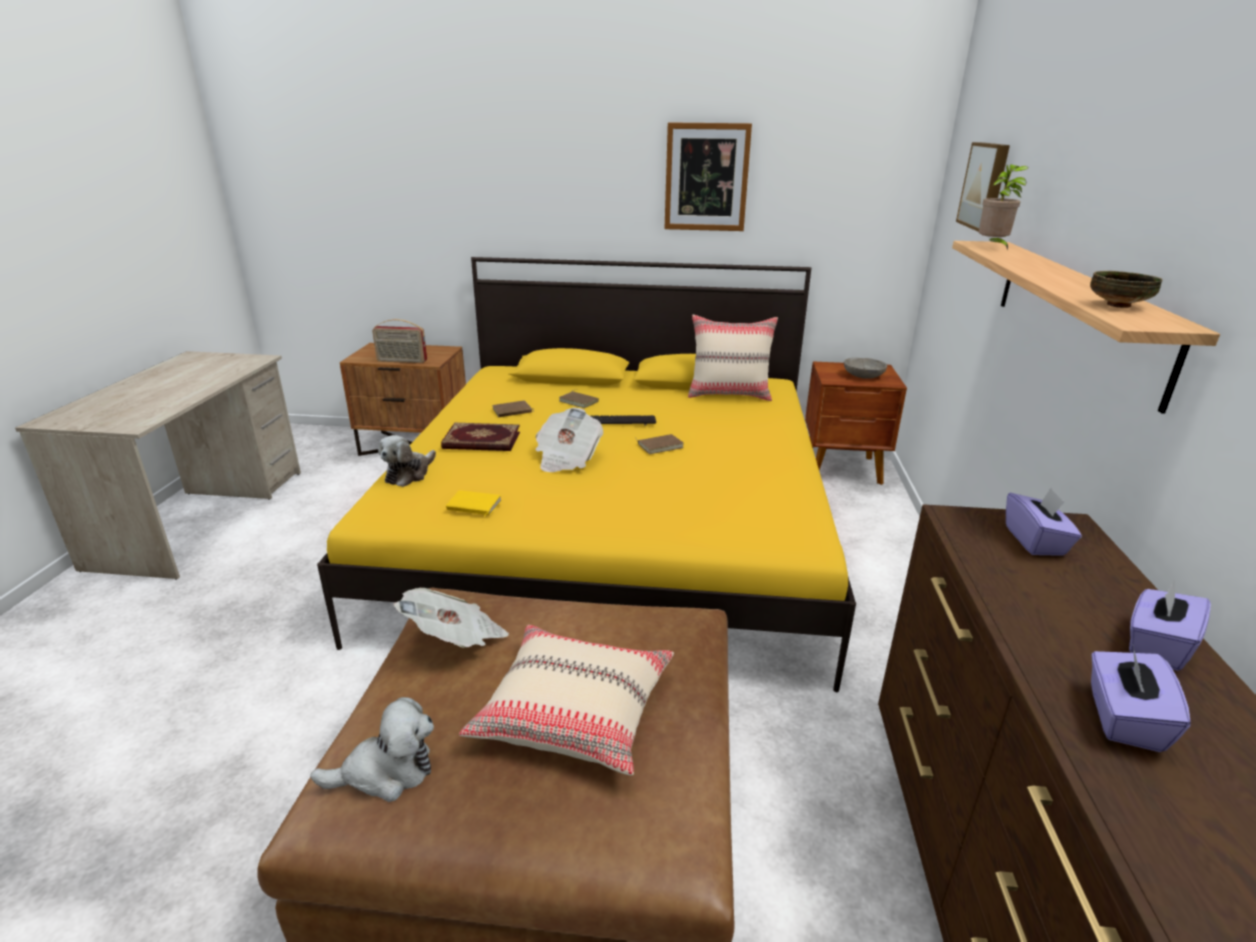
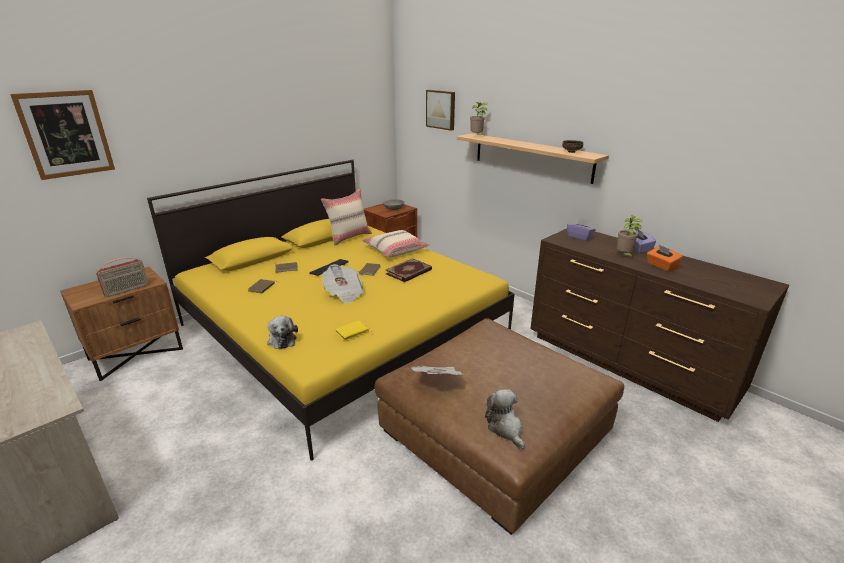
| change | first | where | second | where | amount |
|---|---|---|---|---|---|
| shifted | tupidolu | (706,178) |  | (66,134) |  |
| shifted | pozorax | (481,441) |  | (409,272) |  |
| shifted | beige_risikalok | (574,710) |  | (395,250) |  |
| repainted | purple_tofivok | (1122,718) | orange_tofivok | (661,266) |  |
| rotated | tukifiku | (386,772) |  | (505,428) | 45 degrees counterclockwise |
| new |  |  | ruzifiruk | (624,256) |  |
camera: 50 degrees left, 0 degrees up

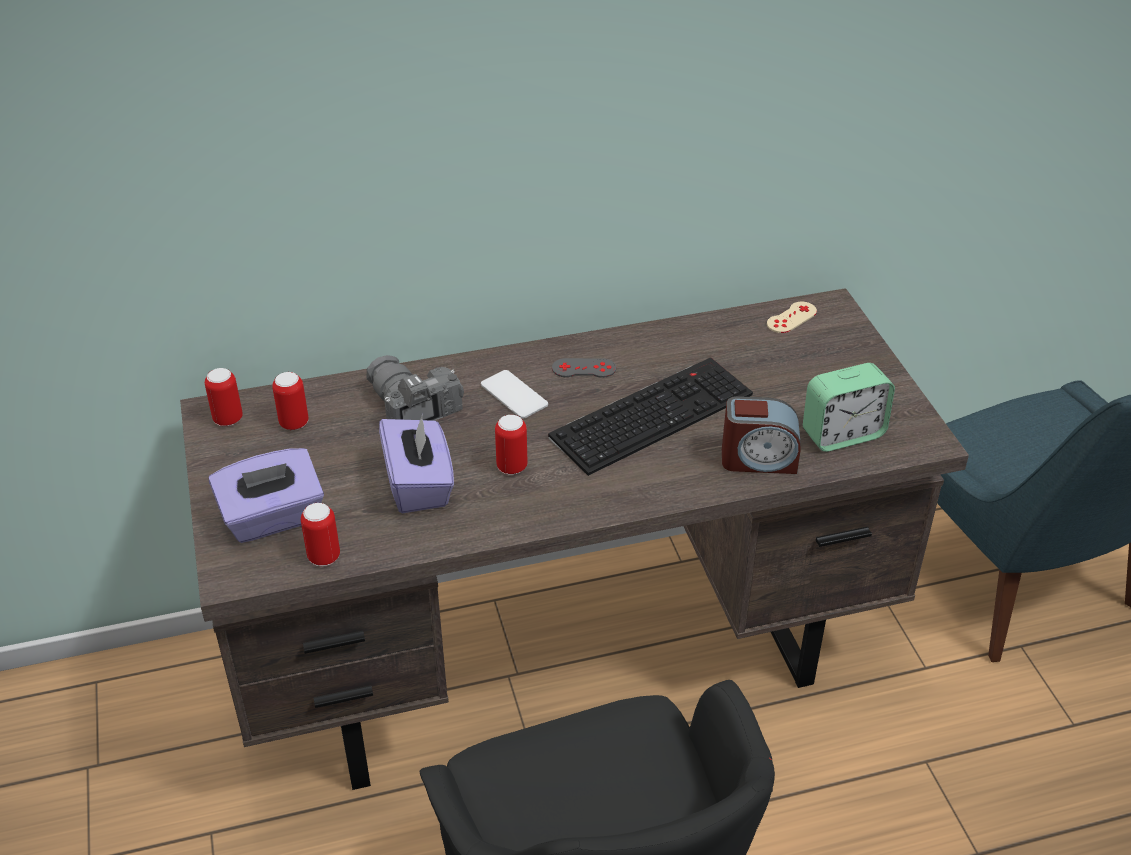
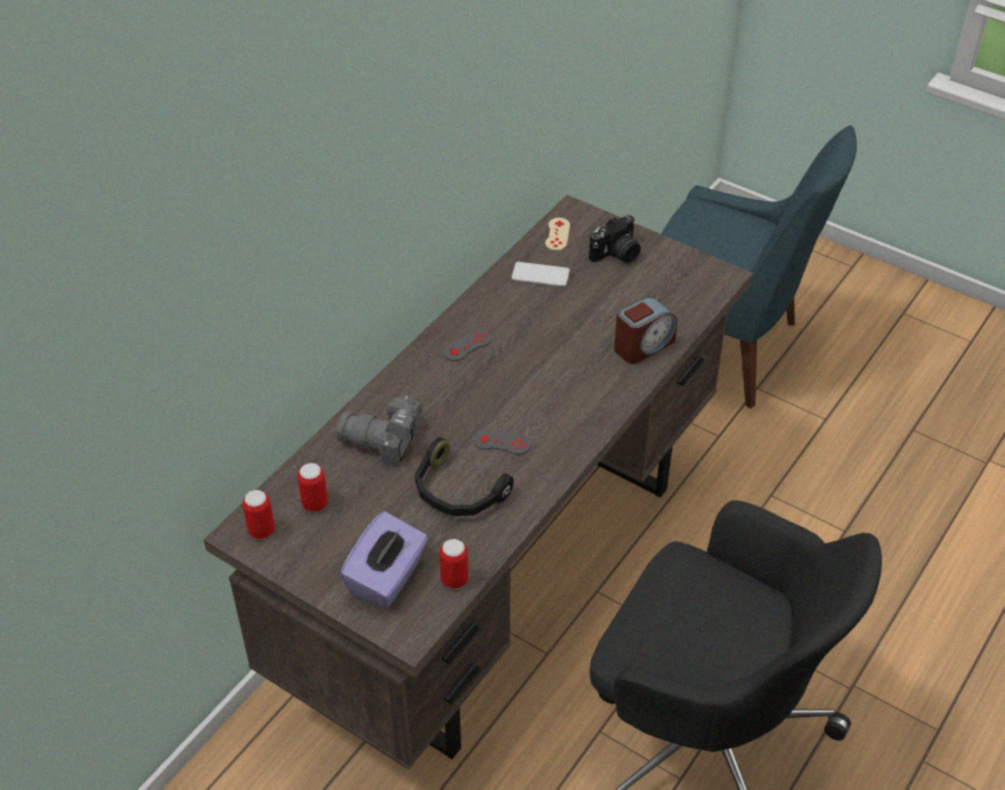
| change | first | where | second | where | amount |
|---|---|---|---|---|---|
| gone | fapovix | (652,413) |  |  |  |
| gone | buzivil | (842,434) |  |  |  |
| shifted | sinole | (514,395) |  | (540,275) |  |
| swapped | purple_tofivok | (419,485) | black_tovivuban | (456,492) |  |
| swapped | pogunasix | (512,467) | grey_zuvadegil | (501,442) |  |
| new |  |  | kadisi | (617,254) |  |
camera: 40 degrees left, 5 degrees up

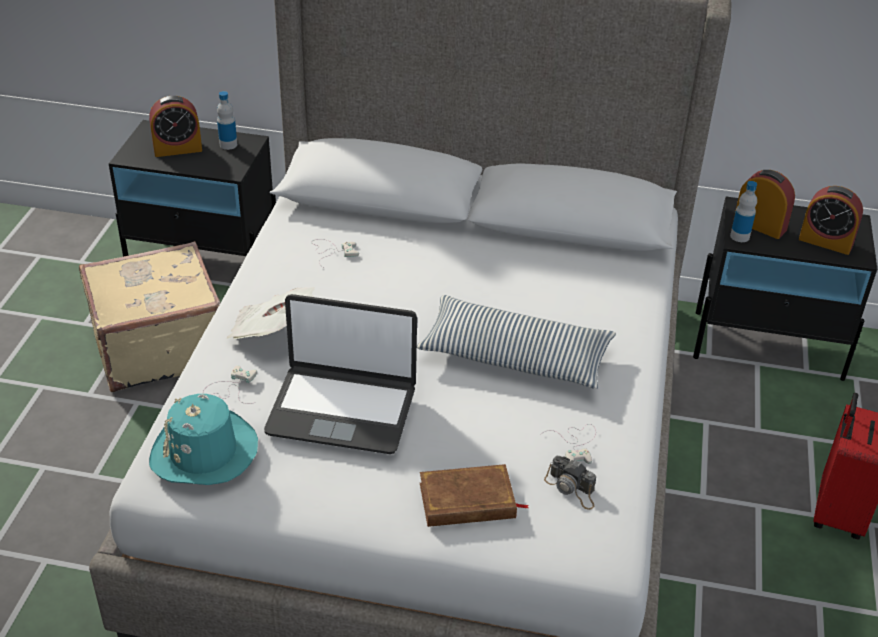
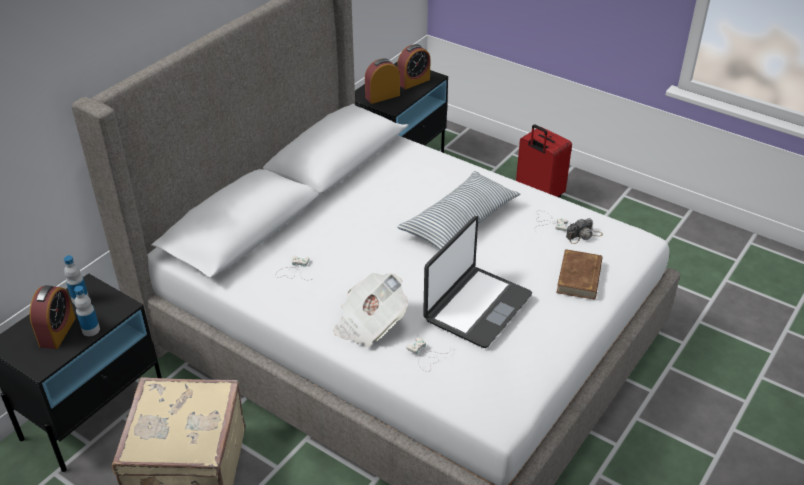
| change | first | where | second | where | amount |
|---|---|---|---|---|---|
| shifted | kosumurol | (739,236) |  | (91,330) |  |
| gone | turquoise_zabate | (204,452) |  |  |  |
camera: 65 degrees left, 0 degrees up

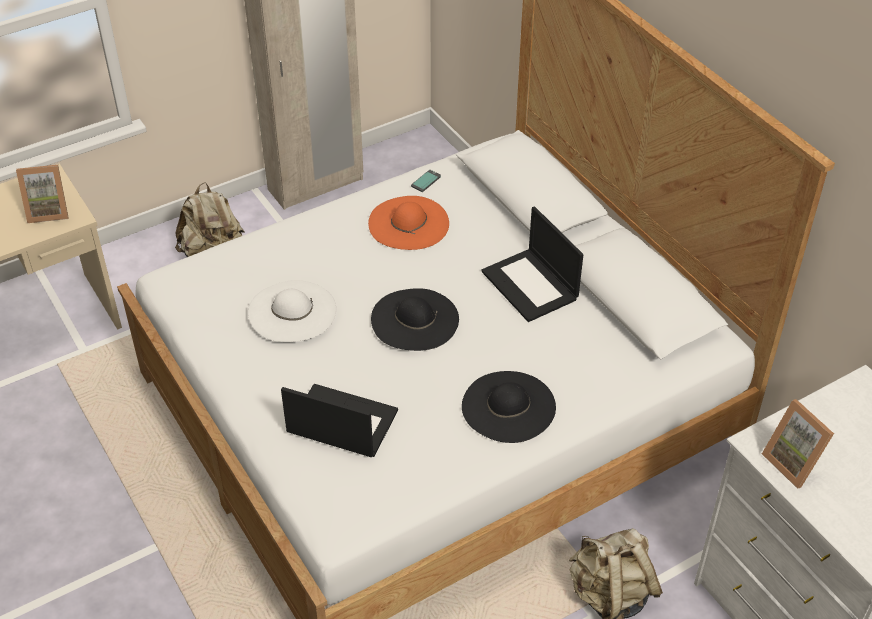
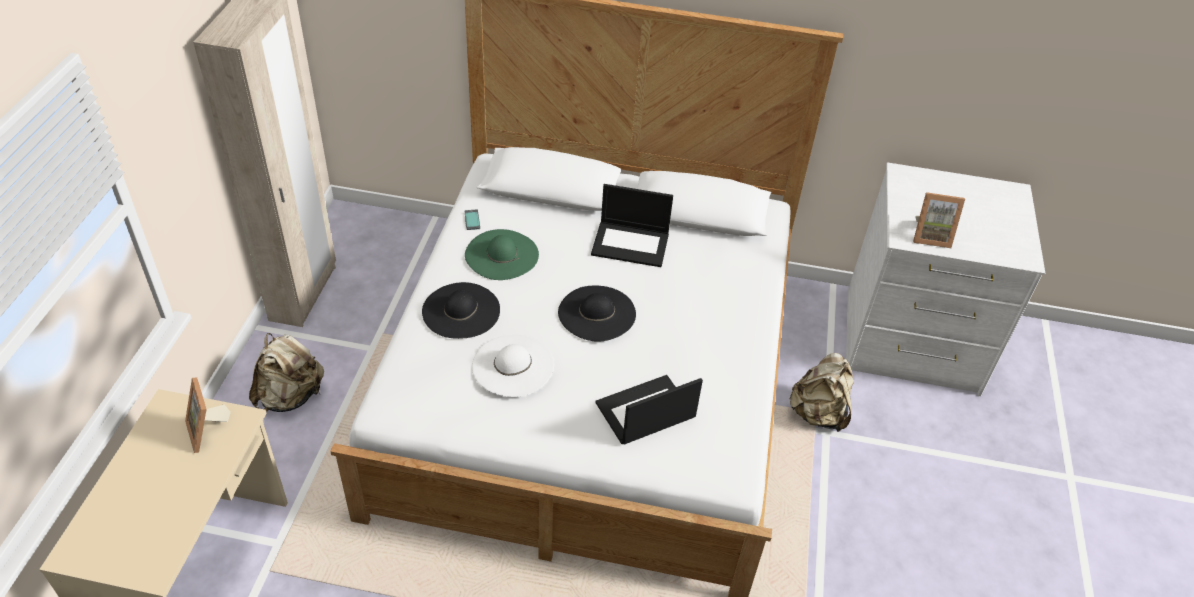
| change | first | where | second | where | amount |
|---|---|---|---|---|---|
| rotated | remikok | (48,211) |  | (208,431) | 120 degrees clockwise |
| repainted | orange_zabate | (408,223) | green_zabate | (501,254) |  |
| shifted | black_zabate | (508,406) |  | (461,311) |  |
camera: 50 degrees left, 0 degrees up

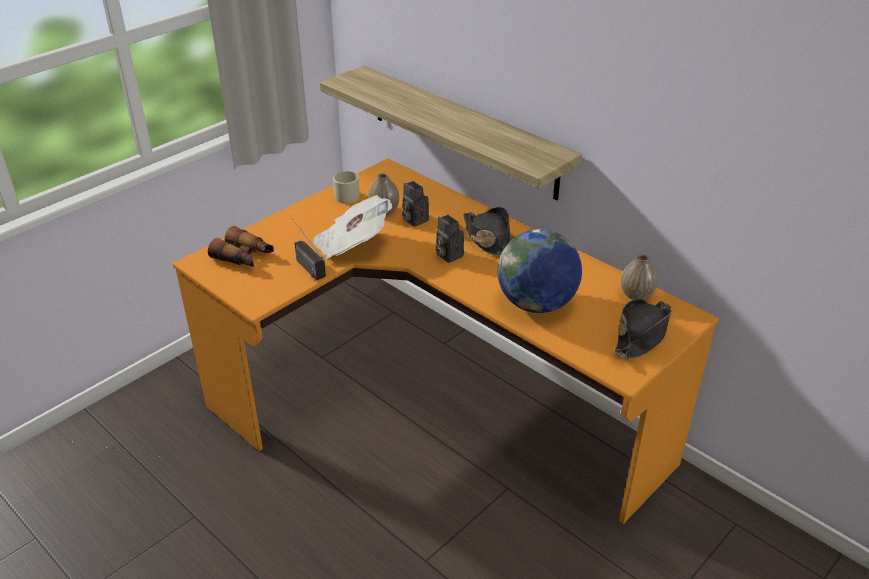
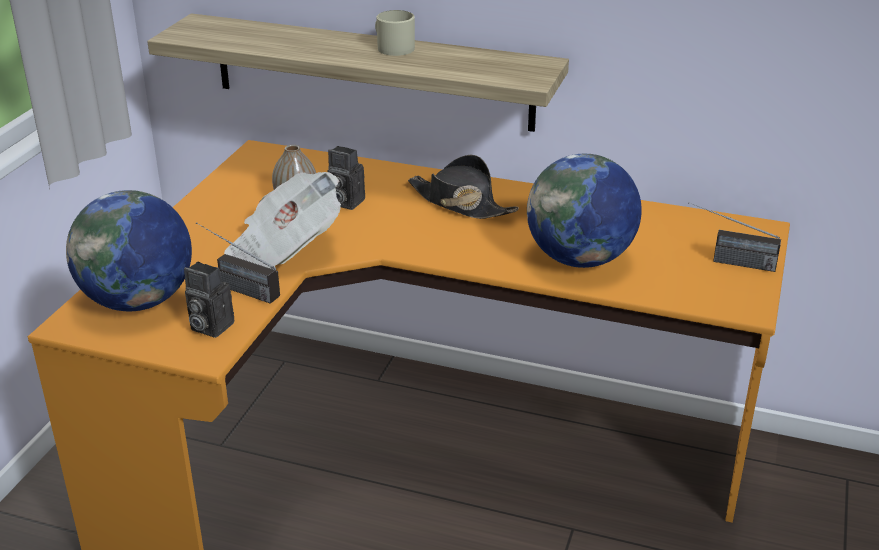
| change | first | where | second | where | amount |
|---|---|---|---|---|---|
| shifted | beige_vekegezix | (346,195) |  | (392,47) |  |
| shifted | kadisi | (447,255) |  | (209,326) |  |
| swapped | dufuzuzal | (244,257) | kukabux | (138,301) |  |
| gone | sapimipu | (636,295) |  |  |  |
| swapped | black_zabate | (642,335) | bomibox | (727,261) |  |
camera: 25 degrees left, 5 degrees down

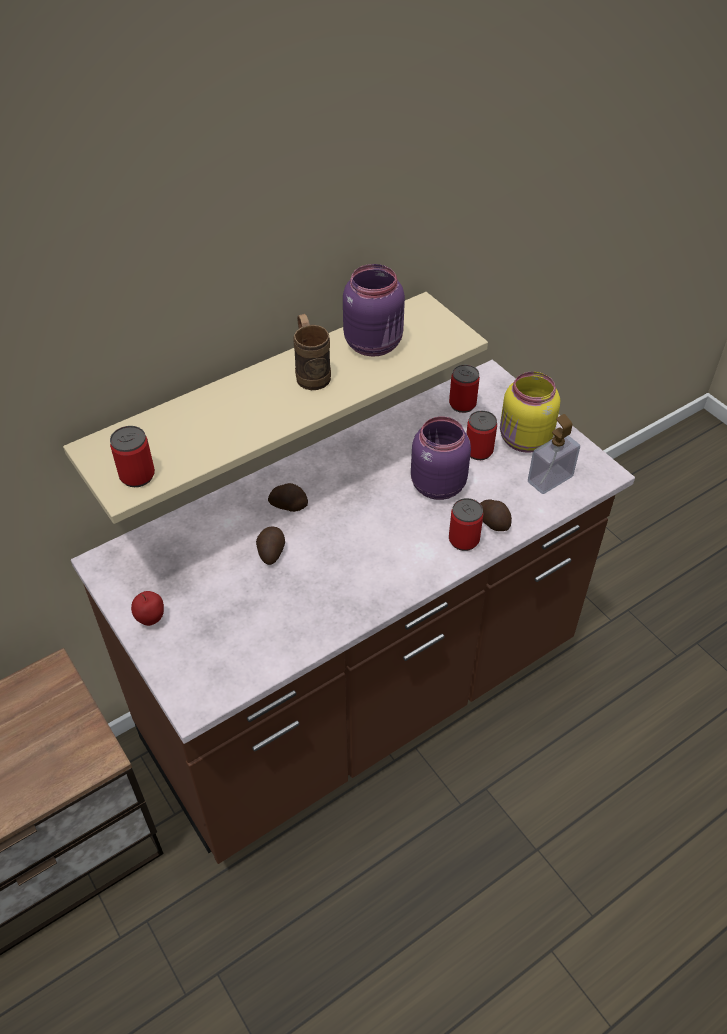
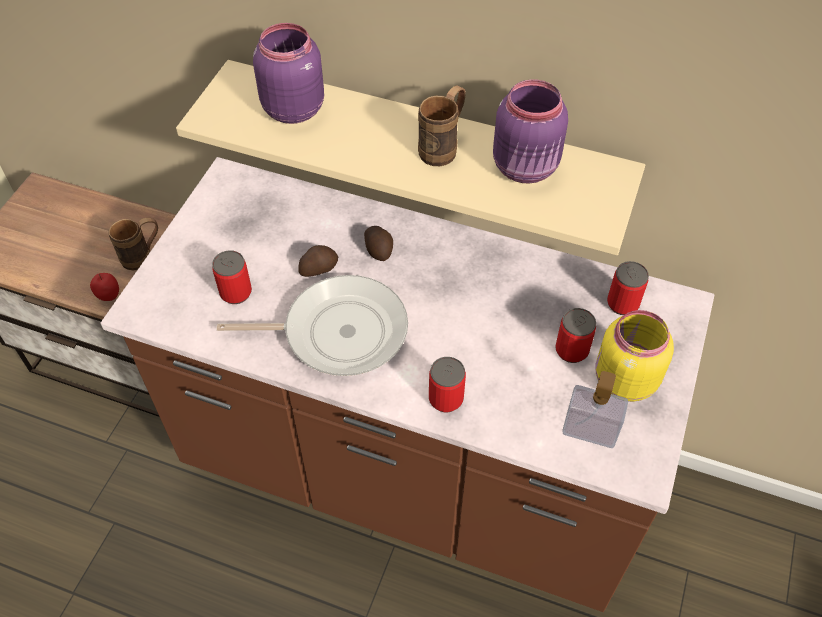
| change | first | where | second | where | amount |
|---|---|---|---|---|---|
| shifted | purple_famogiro | (436,485) |  | (293,108) |  |
| shifted | pogunasix | (137,476) |  | (236,293) |  |
| gone | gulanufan | (493,522) |  |  |  |
| shifted | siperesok | (151,620) |  | (109,297) |  |
| new |  |  | brown_vekegezix | (143,257) |  |
| new |  |  | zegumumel | (338,332) |  |
camera: 55 degrees right, 5 degrees up

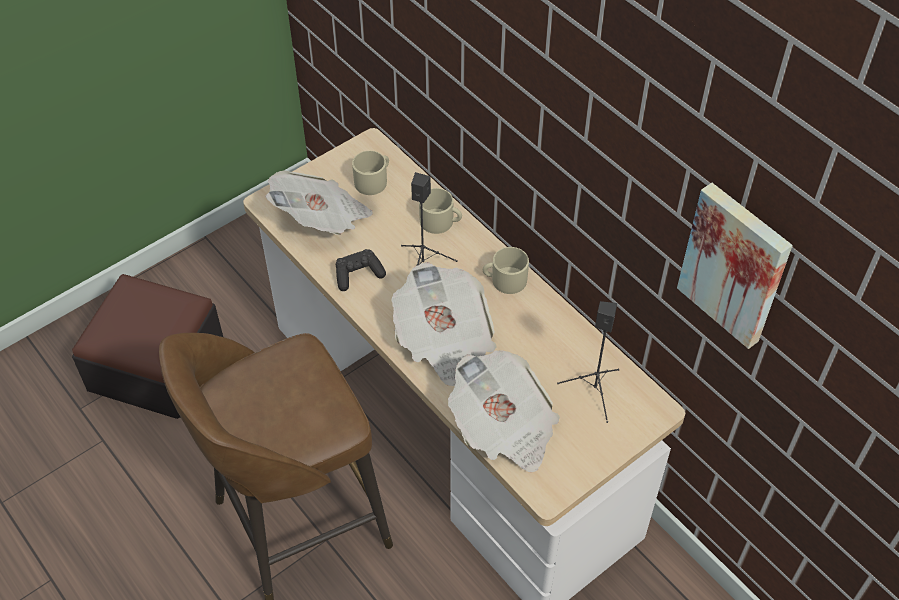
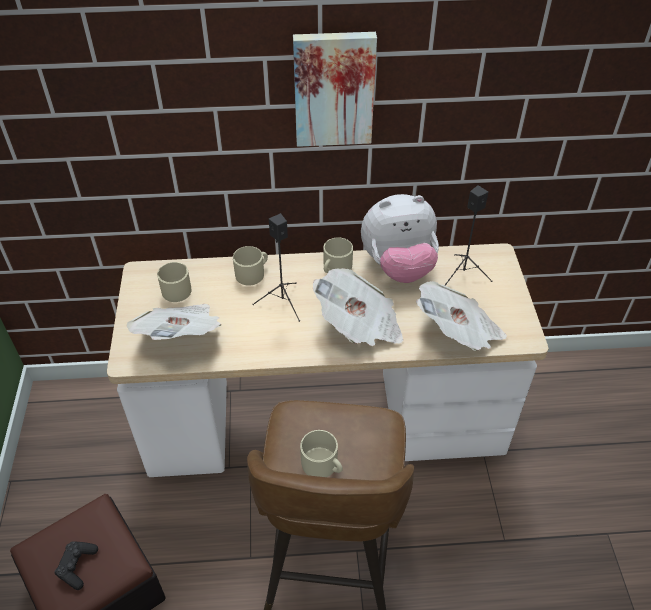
| change | first | where | second | where | amount |
|---|---|---|---|---|---|
| shifted | tupidolu | (736,264) |  | (333,88) |  |
| shifted | black_zuvadegil | (358,275) |  | (77,566) |  |
| new |  |  | tukifiku | (398,267) |  |
| new |  |  | beige_vekegezix | (323,465) |  |
camera: 55 degrees left, 5 degrees down

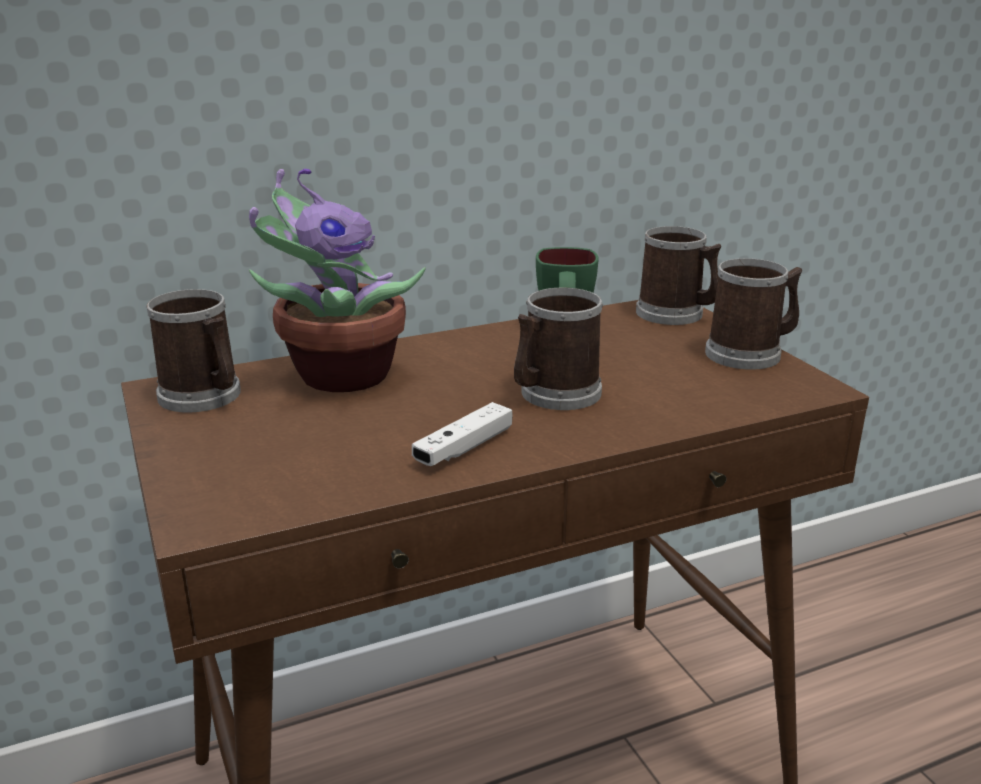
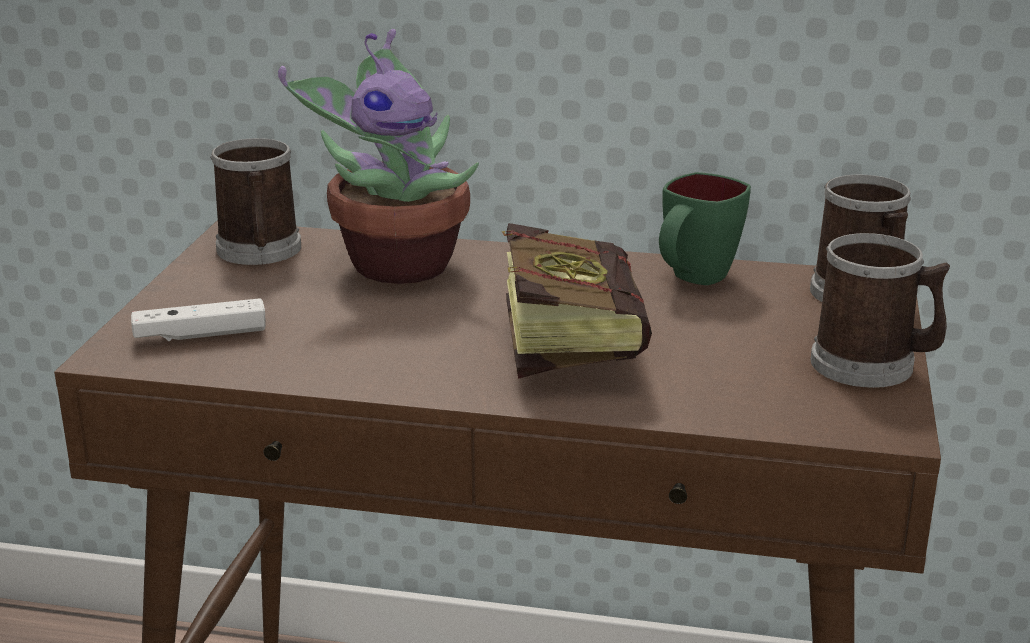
| change | first | where | second | where | amount |
|---|---|---|---|---|---|
| swapped | vekegezix | (553,395) | pozorax | (568,342) |  |
| shifted | white_zuvadegil | (464,448) |  | (200,335) |  |
camera: 35 degrees right, 0 degrees up

